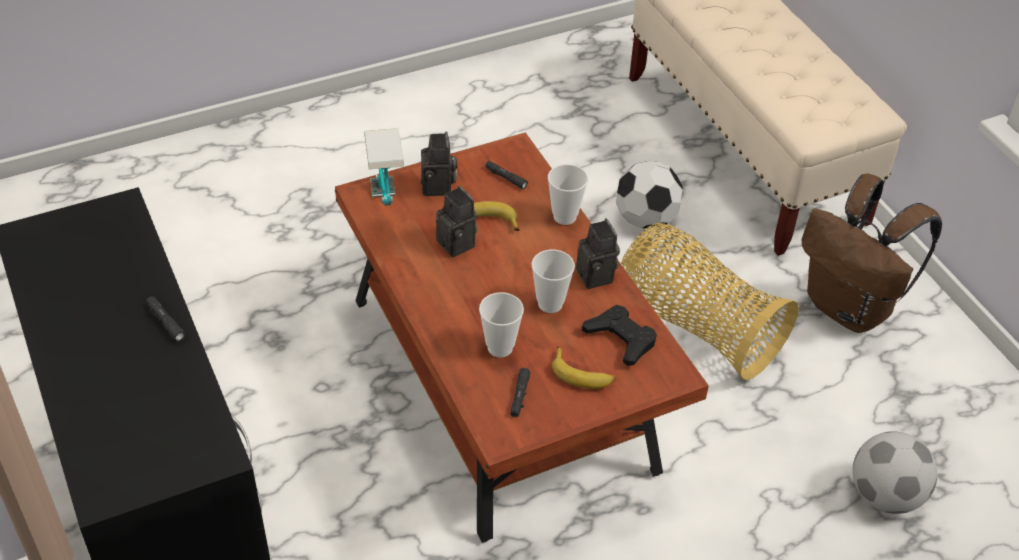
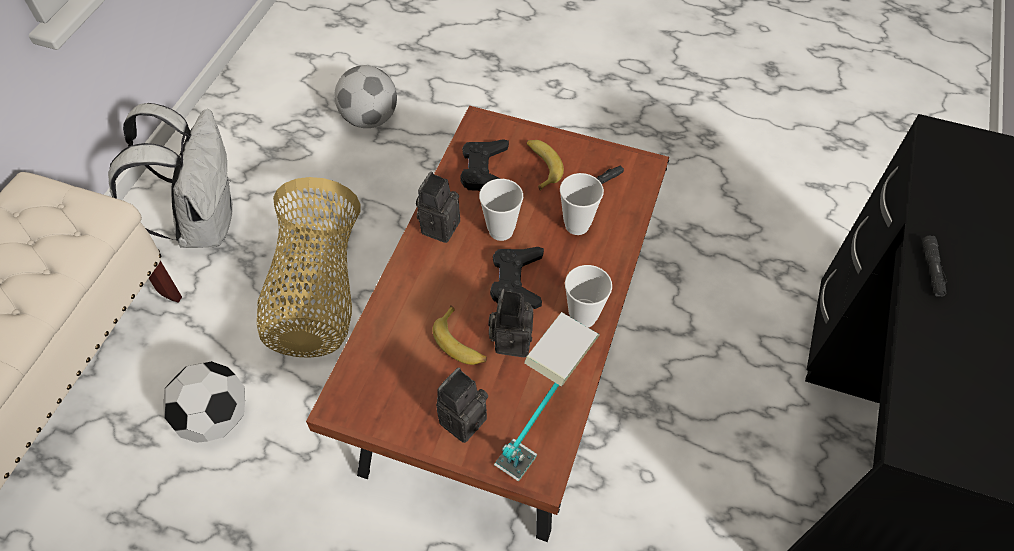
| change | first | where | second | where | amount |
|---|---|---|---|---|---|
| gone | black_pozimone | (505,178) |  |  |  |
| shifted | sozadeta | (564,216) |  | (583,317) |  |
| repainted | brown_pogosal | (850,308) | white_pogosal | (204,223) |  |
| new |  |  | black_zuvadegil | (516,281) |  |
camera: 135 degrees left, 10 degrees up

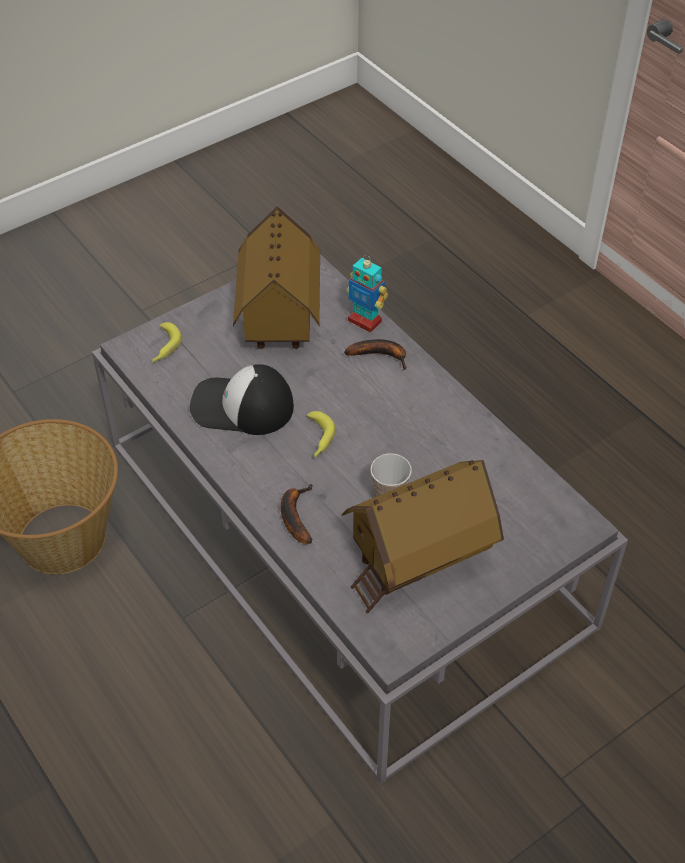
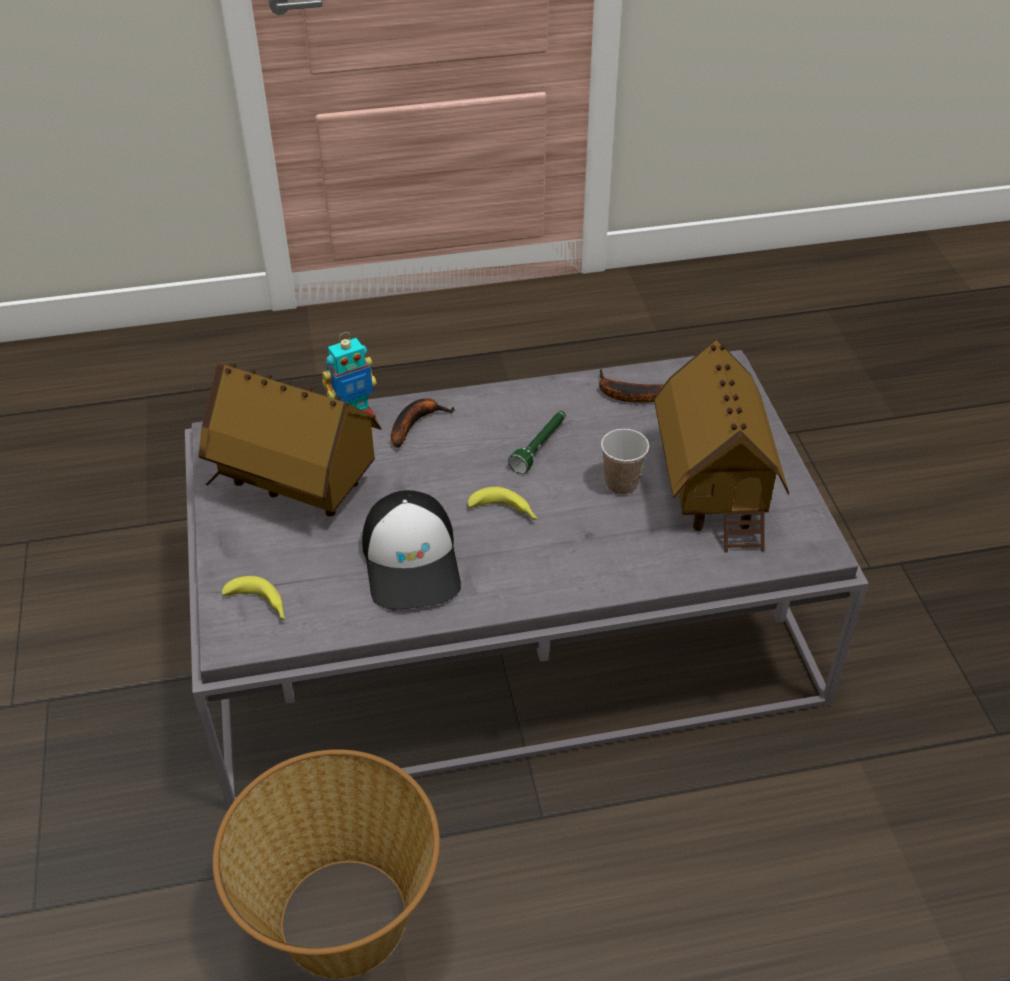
| change | first | where | second | where | amount |
|---|---|---|---|---|---|
| rotated | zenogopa | (241,407) |  | (412,561) | 45 degrees counterclockwise |
| shifted | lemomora | (295,515) |  | (627,395) |  |
| new |  |  | green_pozimone | (540,447) |  |
camera: 65 degrees left, 5 degrees down

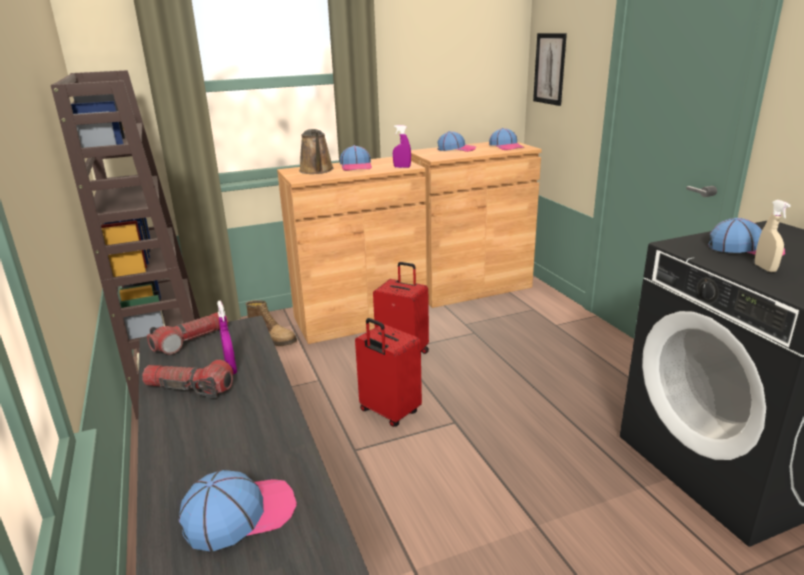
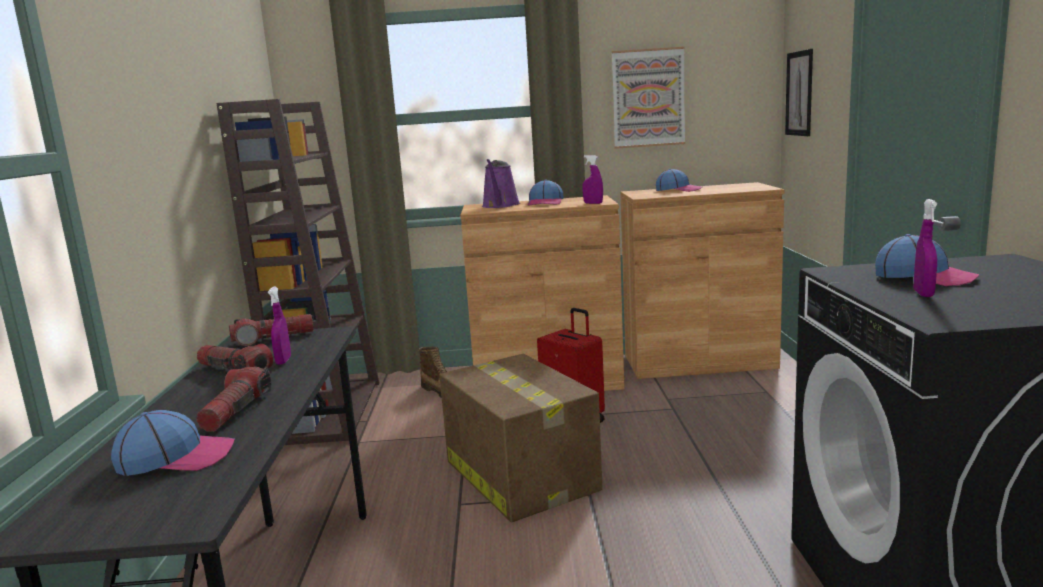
| change | first | where | second | where | amount |
|---|---|---|---|---|---|
| gone | zenogopa | (506,146) |  |  |  |
| repainted | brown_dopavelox | (317,171) | purple_dopavelox | (500,206) |  |
| repainted | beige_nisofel | (765,268) | purple_nisofel | (923,294) |  |
| swapped | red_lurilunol | (388,412) | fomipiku | (519,474) |  |
| new |  |  | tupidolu | (648,98) |  |
| new |  |  | pozimone | (236,411) |  |
camera: 20 degrees right, 10 degrees down

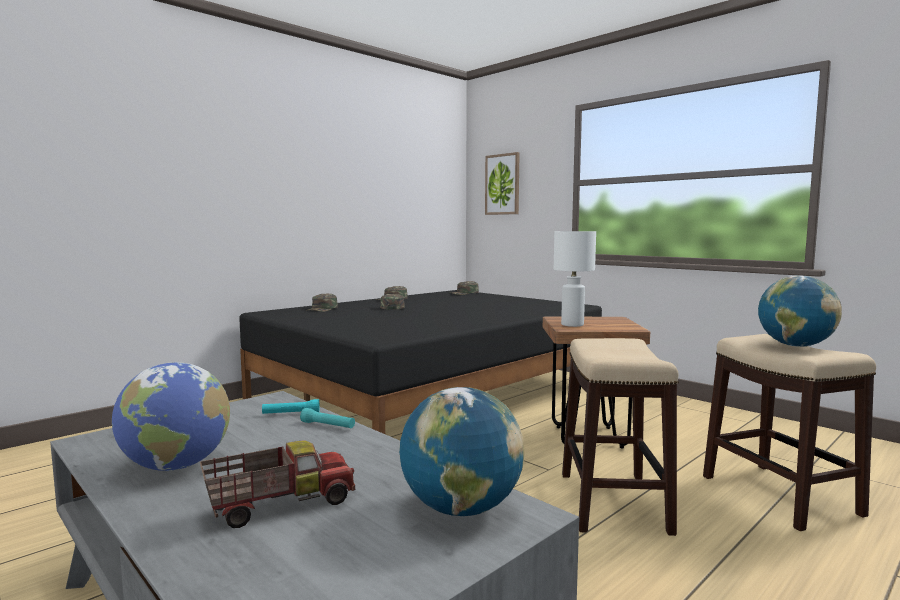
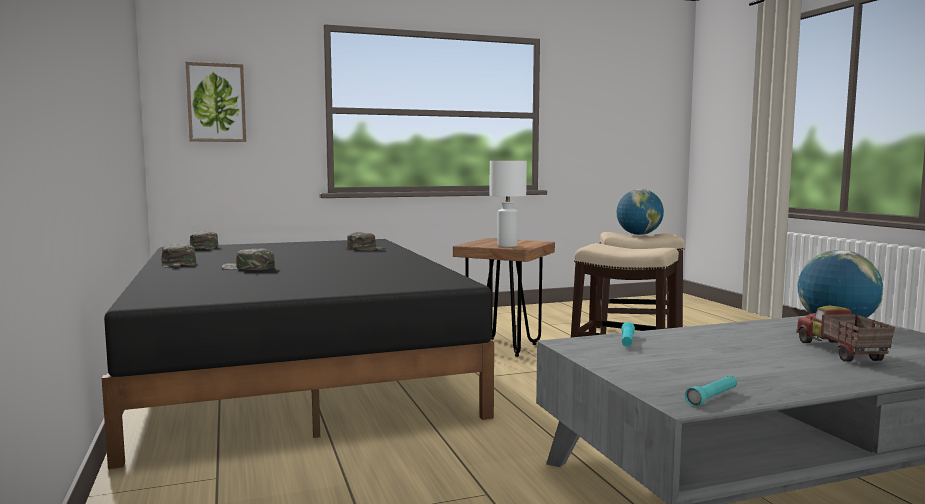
| change | first | where | second | where | amount |
|---|---|---|---|---|---|
| shifted | green_zenogopa | (322,309) |  | (366,248) |  |
| gone | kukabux | (176,466) |  |  |  |
| shifted | turquoise_pozimone | (328,425) |  | (712,397) |  |
camera: 65 degrees left, 0 degrees up

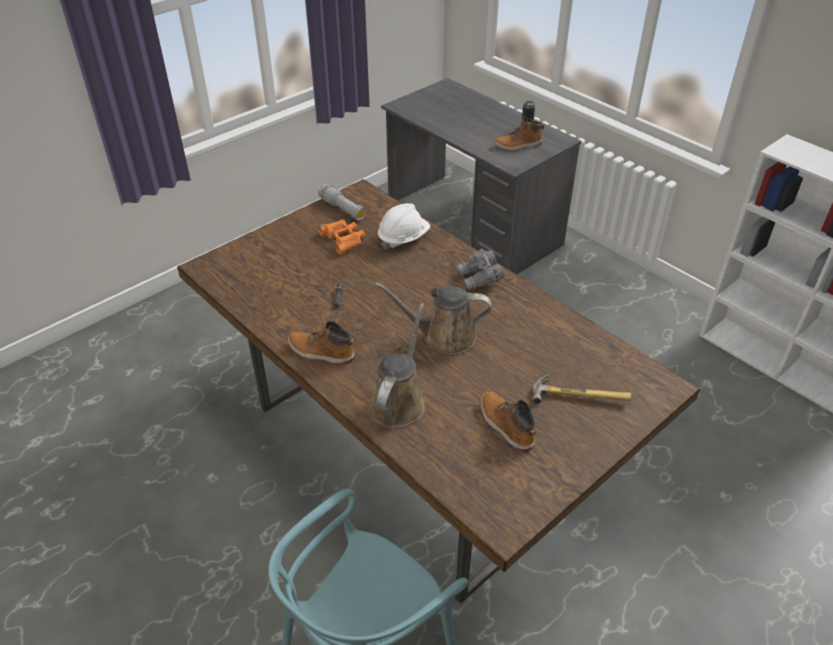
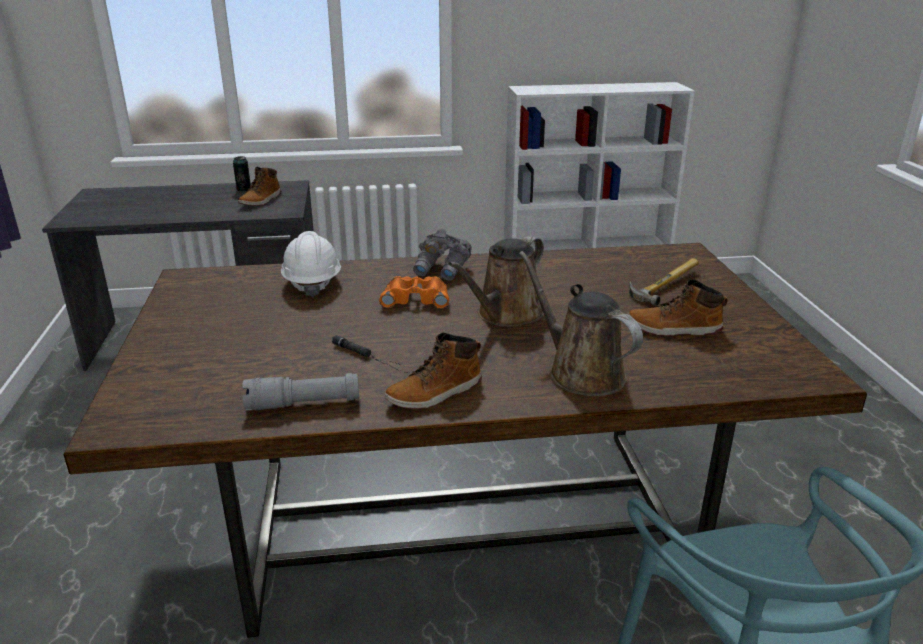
| change | first | where | second | where | amount |
|---|---|---|---|---|---|
| shifted | grey_pozimone | (342,209) |  | (303,404) |  |
| shifted | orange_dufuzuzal | (343,239) |  | (416,298) |  |
camera: 55 degrees left, 15 degrees down

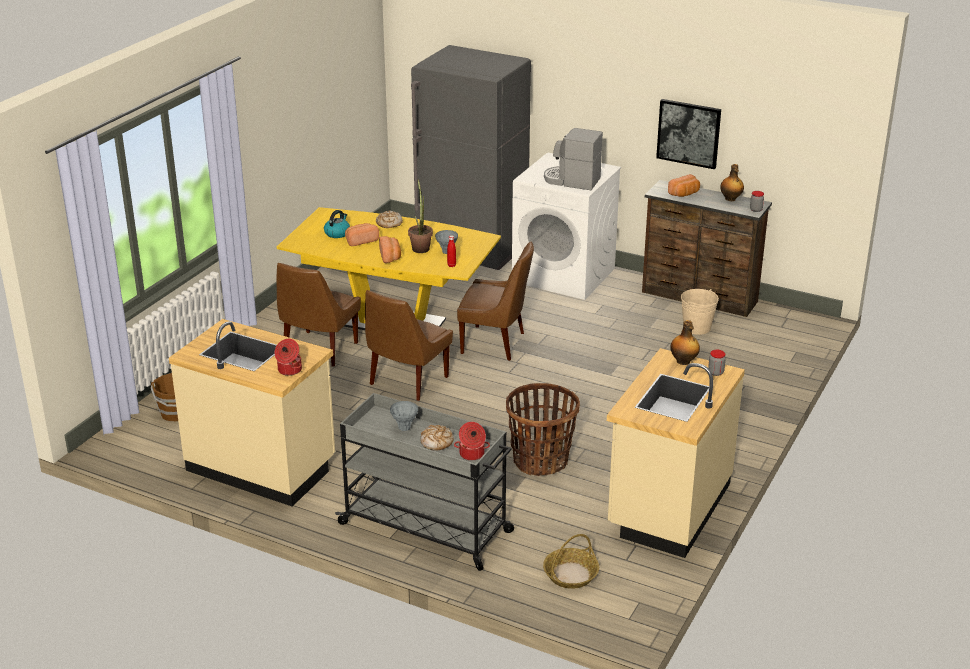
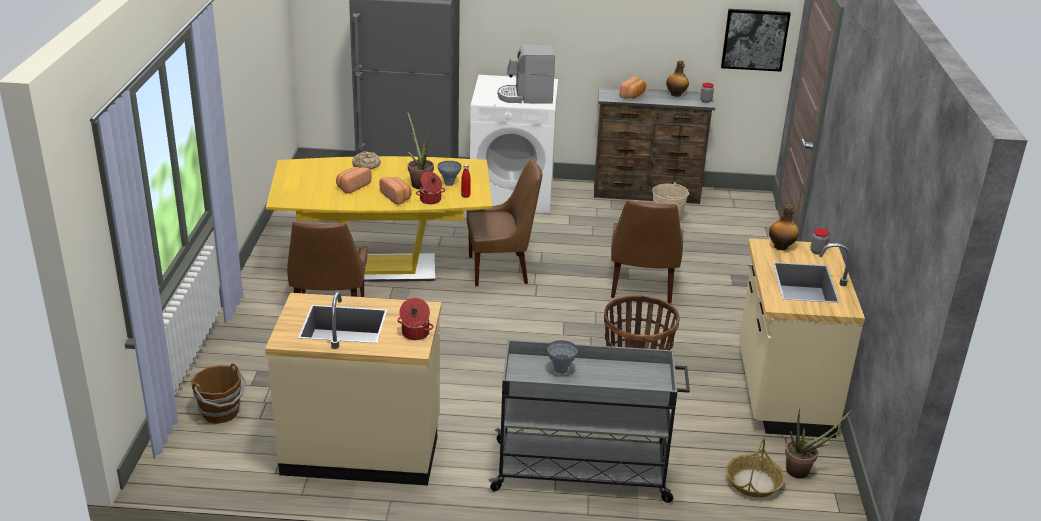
| change | first | where | second | where | amount |
|---|---|---|---|---|---|
| shifted | tupidolu | (689,133) |  | (754,39) |  |
| gone | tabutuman | (337,233) |  |  |  |
| shifted | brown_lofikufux | (407,382) |  | (641,288) |  |
| shifted | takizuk | (471,454) |  | (430,200) |  |
| gone | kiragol | (436,442) |  |  |  |
| new |  |  | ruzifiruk | (802,471) |  |
camera: 25 degrees left, 0 degrees up

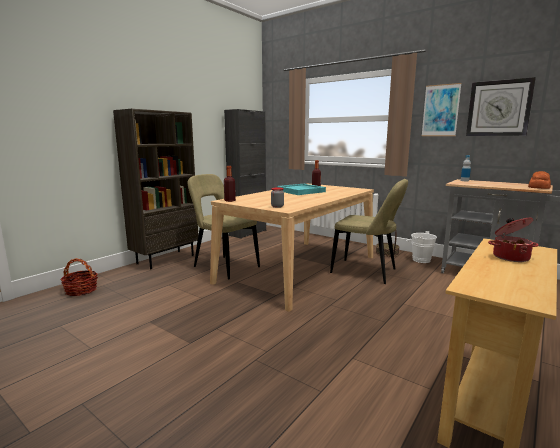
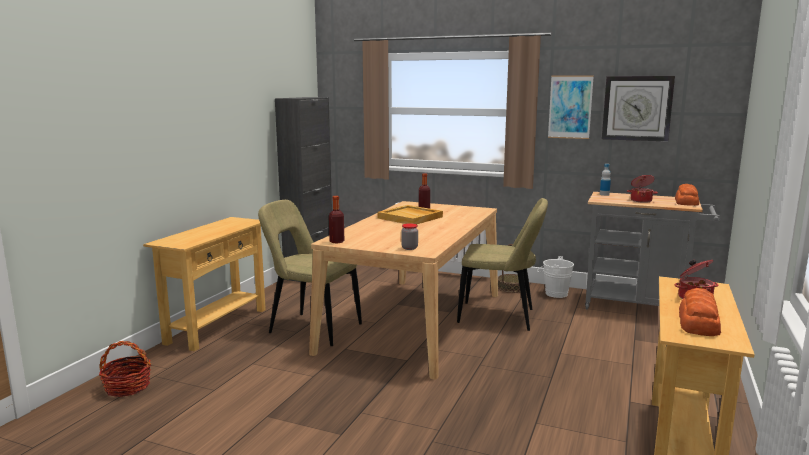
| change | first | where | second | where | amount |
|---|---|---|---|---|---|
| swapped | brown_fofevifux | (166,259) | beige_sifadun | (217,326) |  |
| repainted | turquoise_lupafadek | (301,191) | beige_lupafadek | (410,217) |  |
| new |  |  | takizuk | (641,200) |  |
| new |  |  | kiragol | (698,322) |  |
camera: 15 degrees left, 0 degrees up

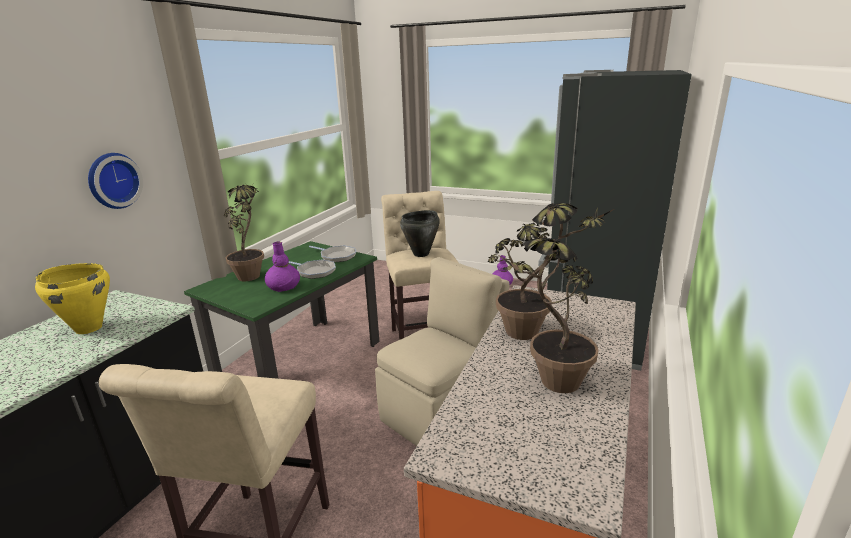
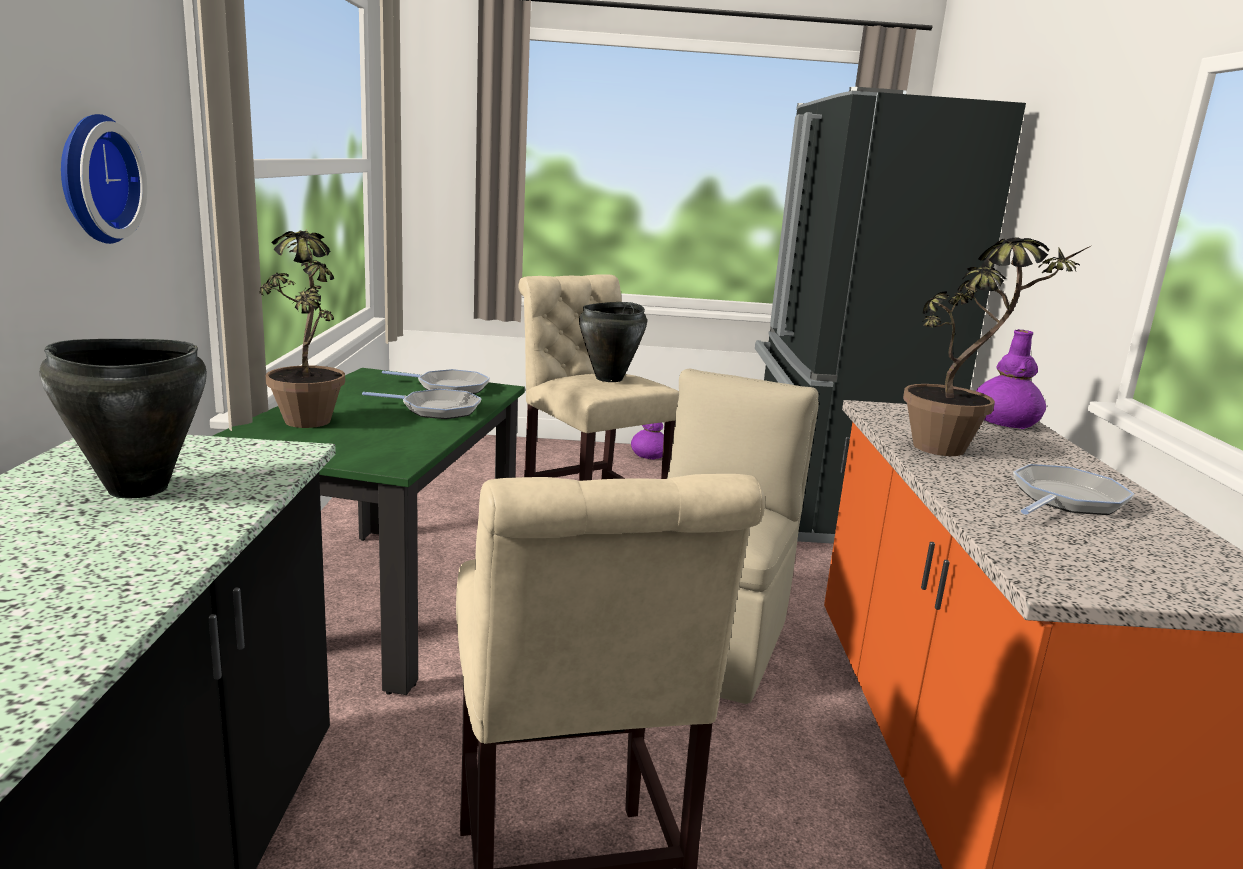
| change | first | where | second | where | amount |
|---|---|---|---|---|---|
| swapped | ruzifiruk | (549,387) | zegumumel | (1065,500) |  |
| shifted | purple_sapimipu | (284,286) |  | (1004,422) |  |
| repainted | yellow_takizuk | (89,328) | black_takizuk | (137,488) |  |
camera: 25 degrees left, 5 degrees down

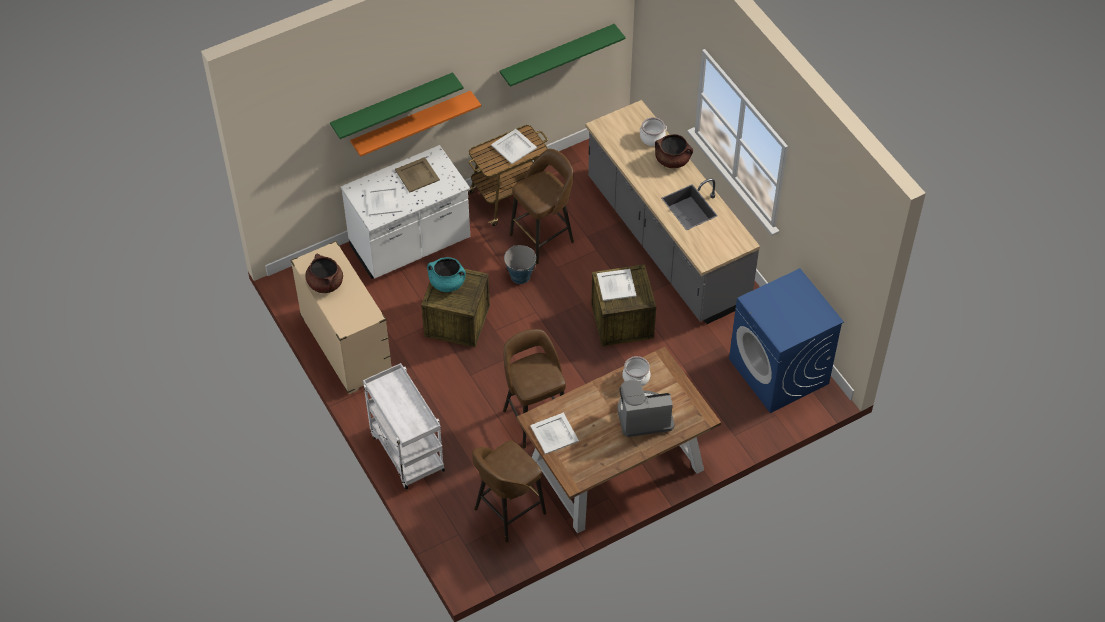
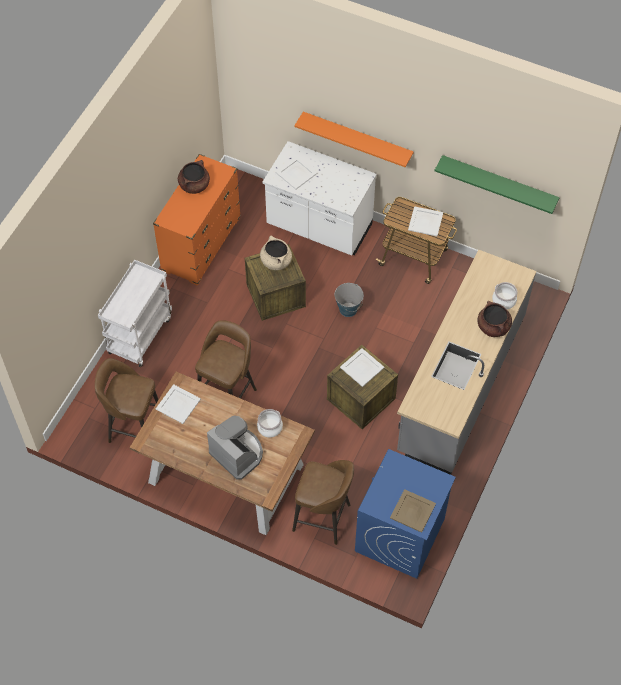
| change | first | where | second | where | amount |
|---|---|---|---|---|---|
| gone | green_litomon | (392,105) |  |  |  |
| shifted | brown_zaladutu | (543,238) |  | (323,518) |  |
| shifted | beige_lupafadek | (417,175) |  | (413,511) |  |
| repainted | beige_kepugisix | (346,346) | orange_kepugisix | (201,244) |  |
| repainted | turquoise_takizuk | (447,283) | beige_takizuk | (276,261) |  |
camera: 55 degrees right, 5 degrees up

